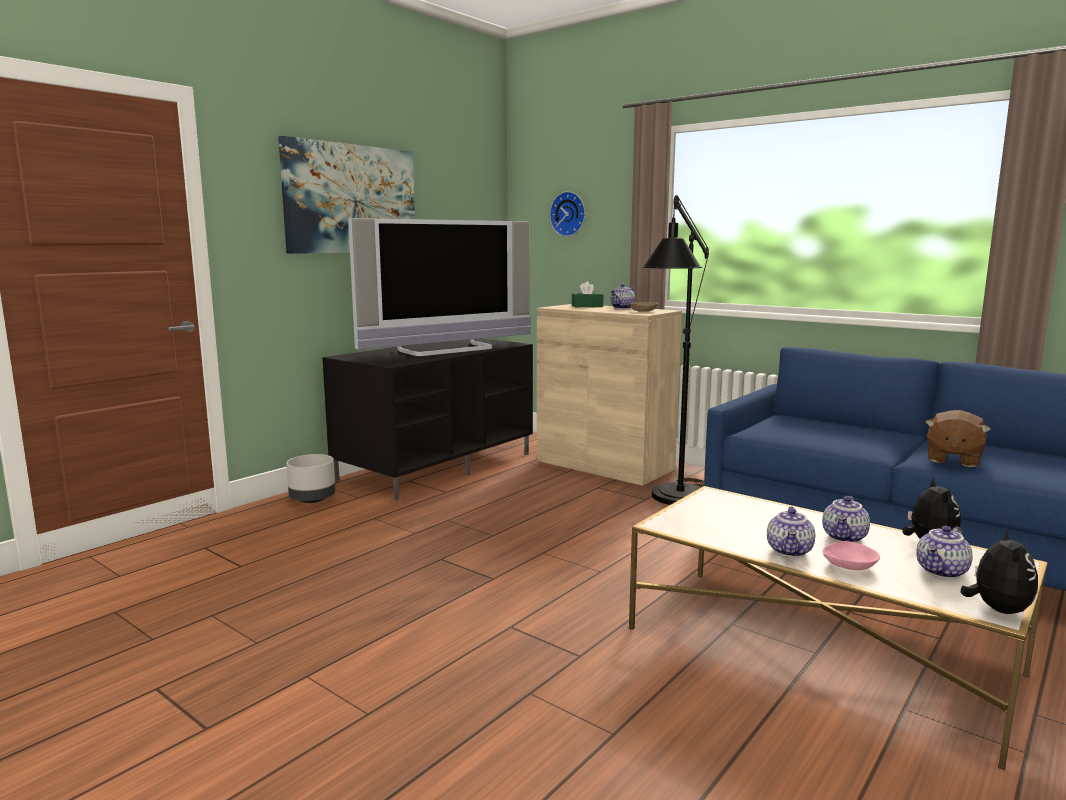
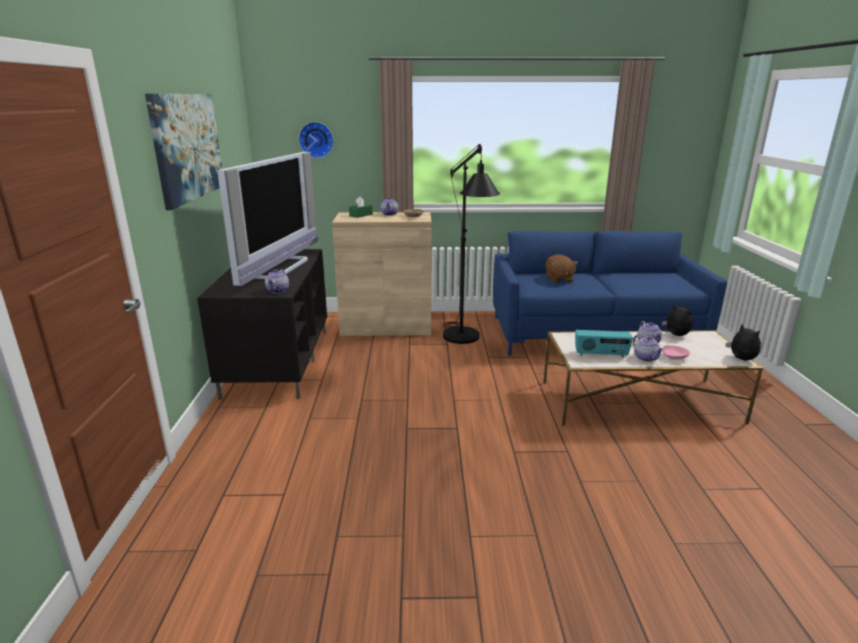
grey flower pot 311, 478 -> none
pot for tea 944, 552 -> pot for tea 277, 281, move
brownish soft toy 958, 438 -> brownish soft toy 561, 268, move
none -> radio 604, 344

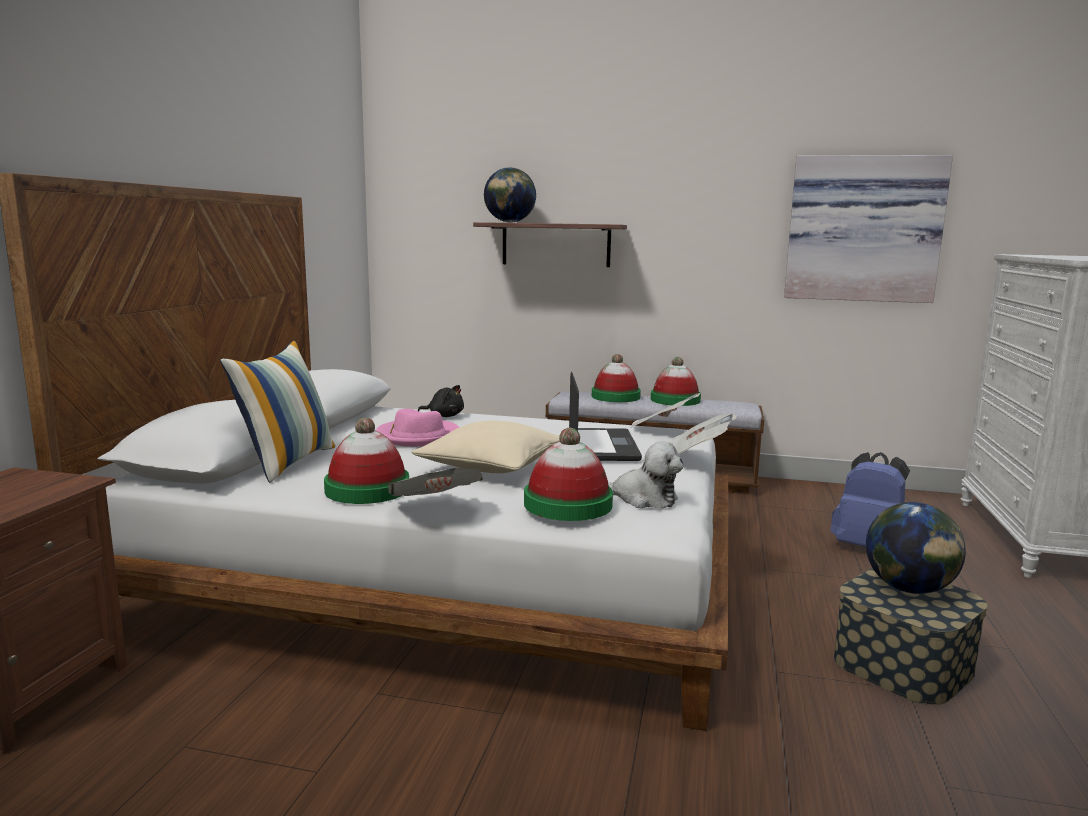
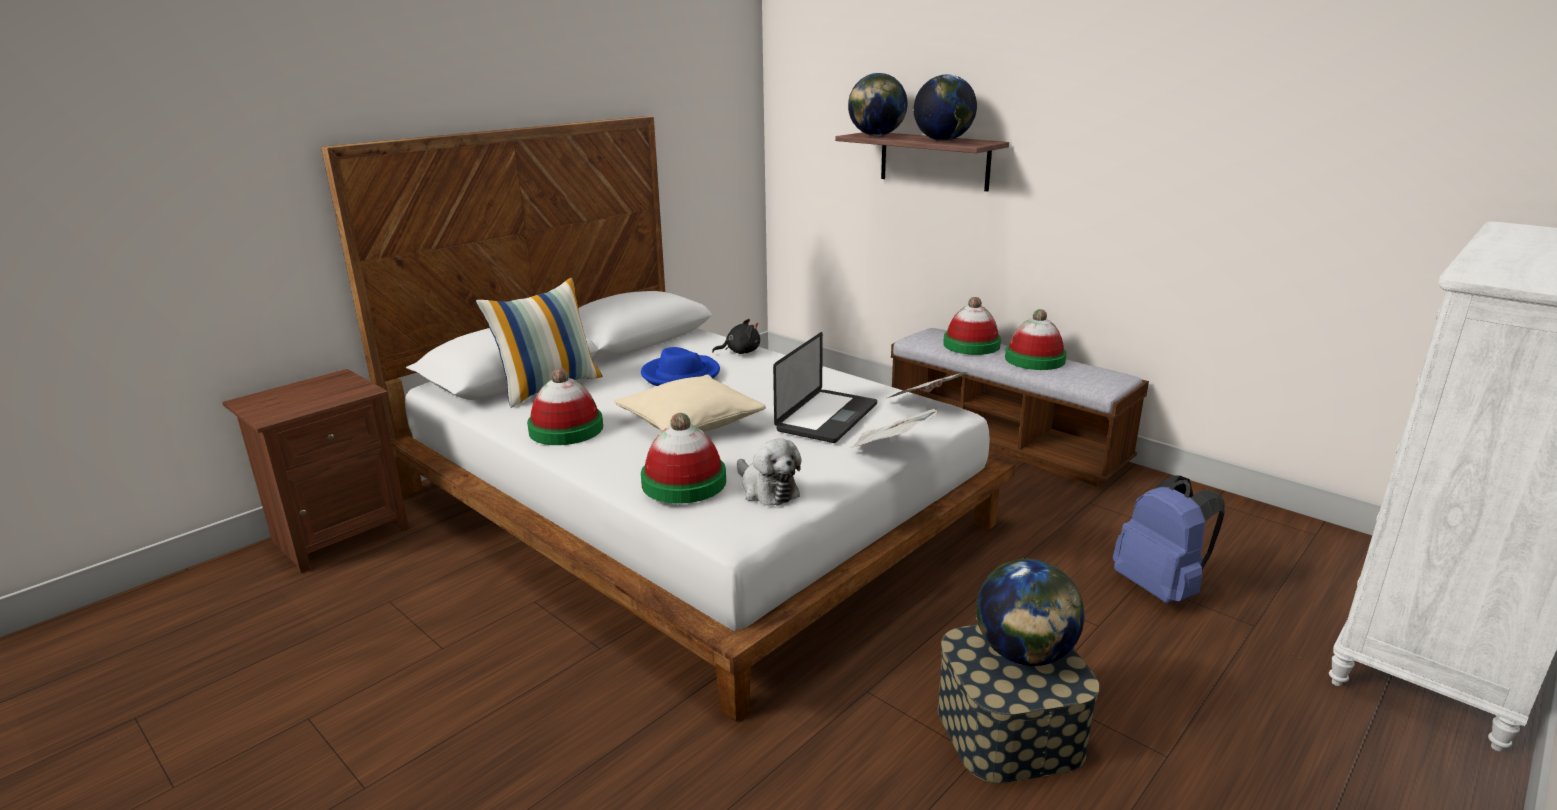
pinkish wearable hat 417, 428 -> blue wearable hat 680, 366
daily paper 435, 482 -> none
black-coloured soft toy 441, 401 -> black-coloured soft toy 736, 336, 60 degrees counterclockwise
wall picture 868, 229 -> none
none -> desk globe 945, 107

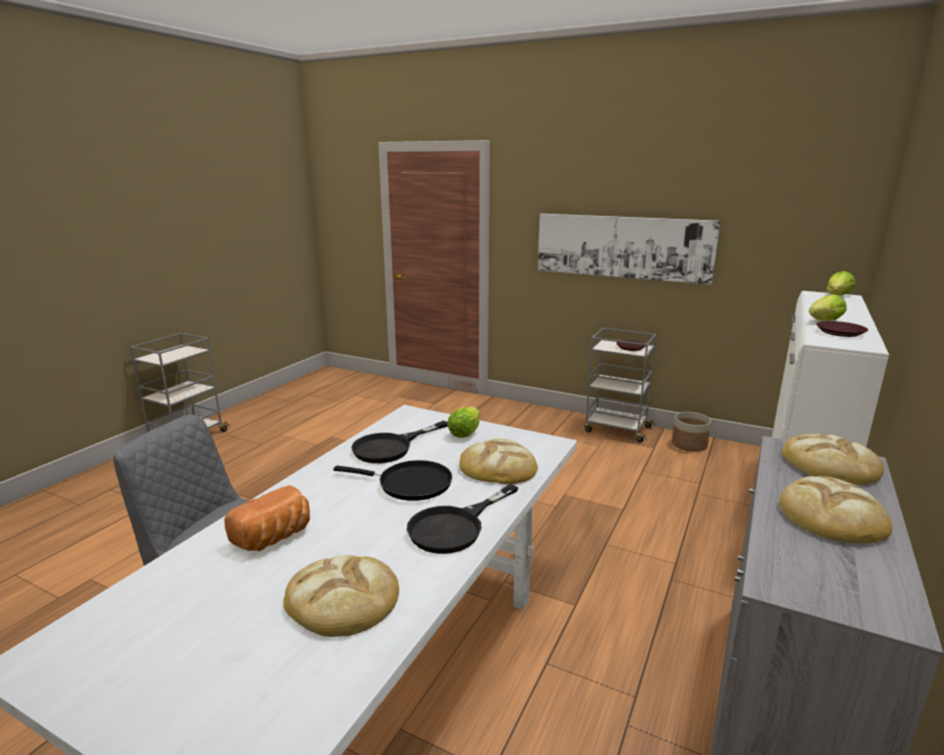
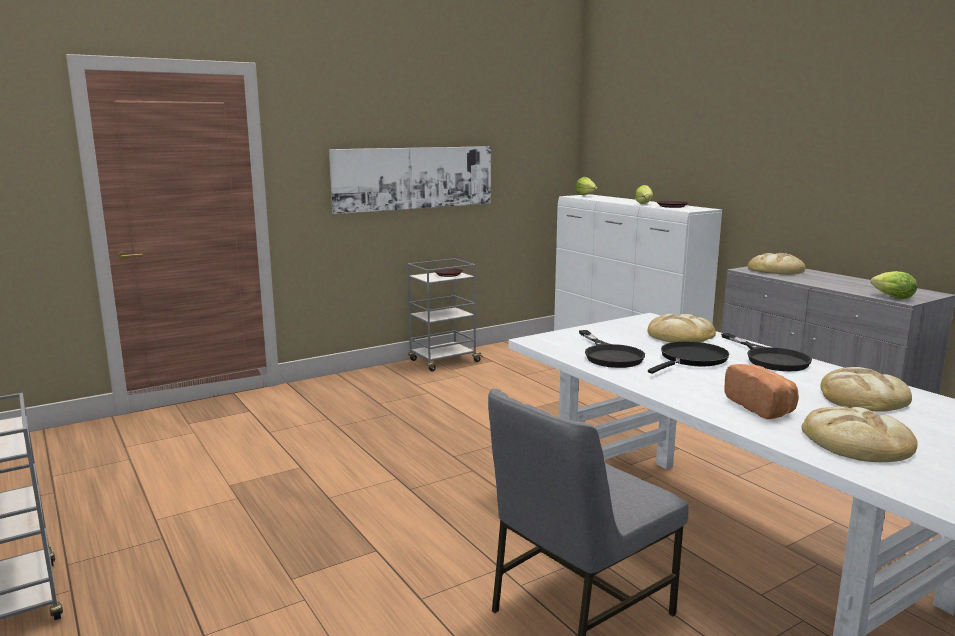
lettuce 463, 422 -> lettuce 894, 285, move
flower pot 691, 432 -> none
bakery bread 835, 510 -> bakery bread 860, 434, move

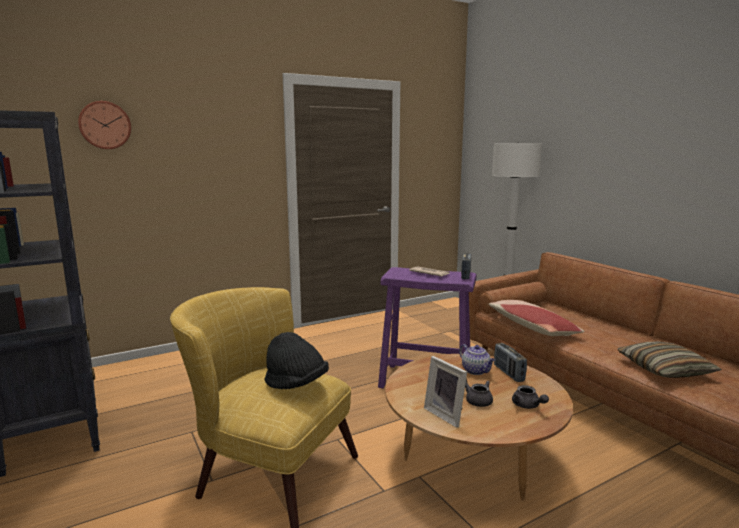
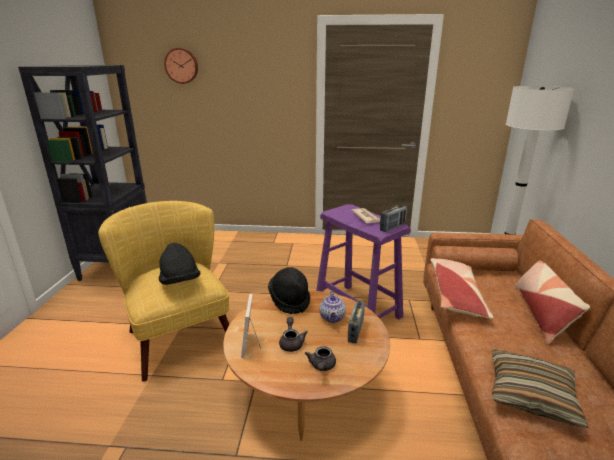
none -> black-coloured wearable hat 289, 290
none -> cushion 552, 303

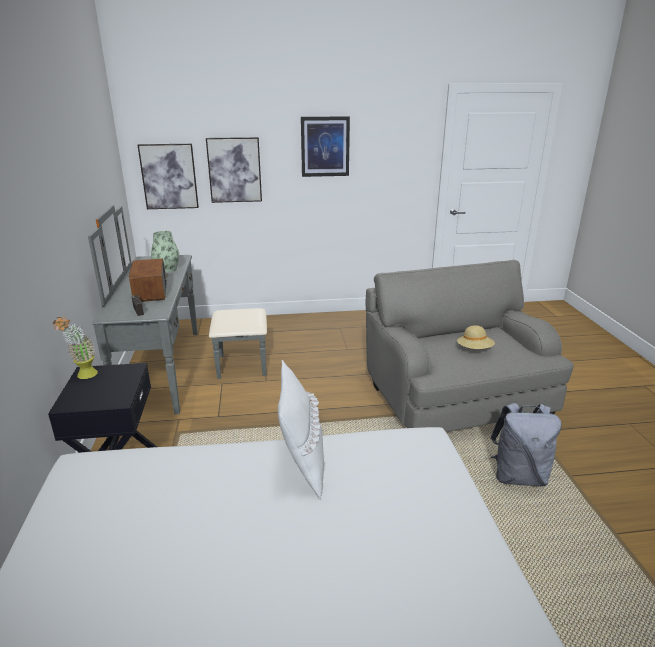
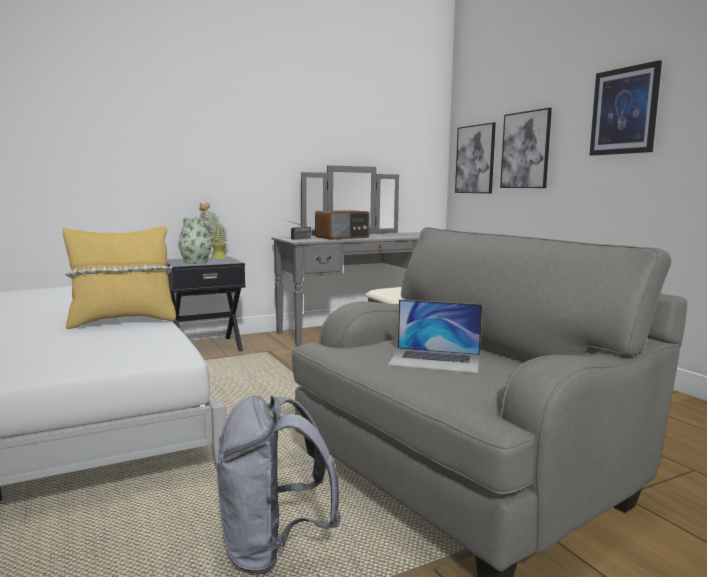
flower vase 165, 251 -> flower vase 195, 241, move
white-coloured cushion 301, 430 -> yellow-coloured cushion 119, 277
sand-coloured wearable hat 476, 337 -> laptop 435, 336

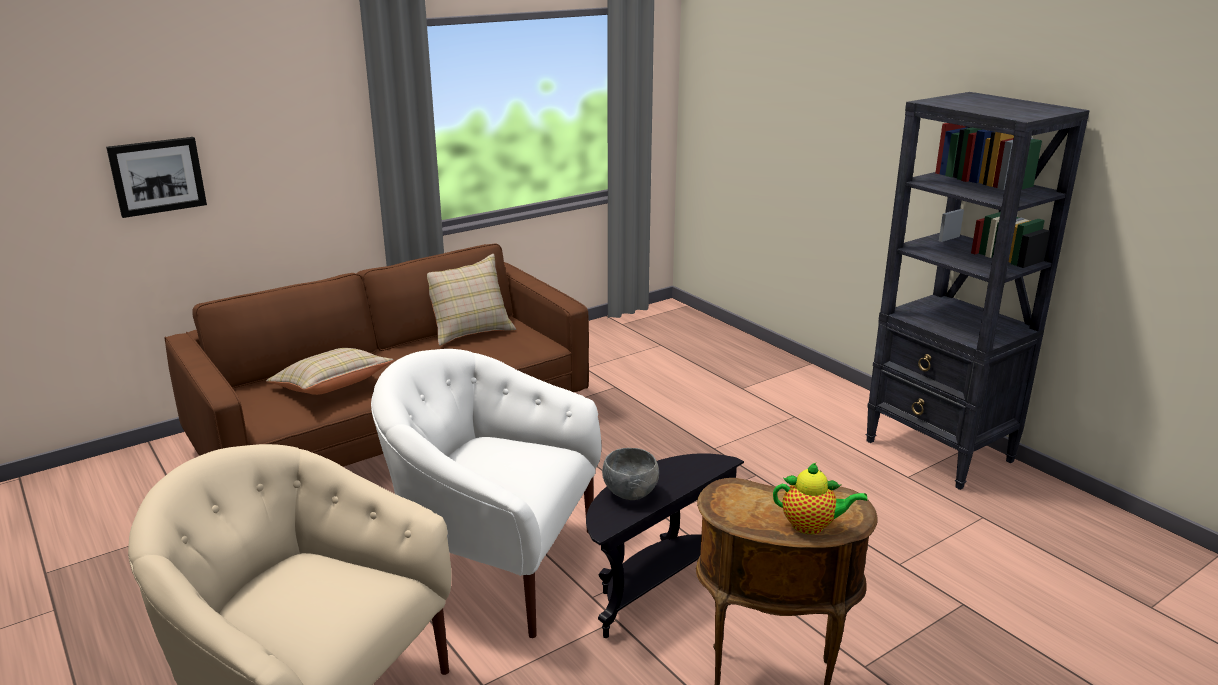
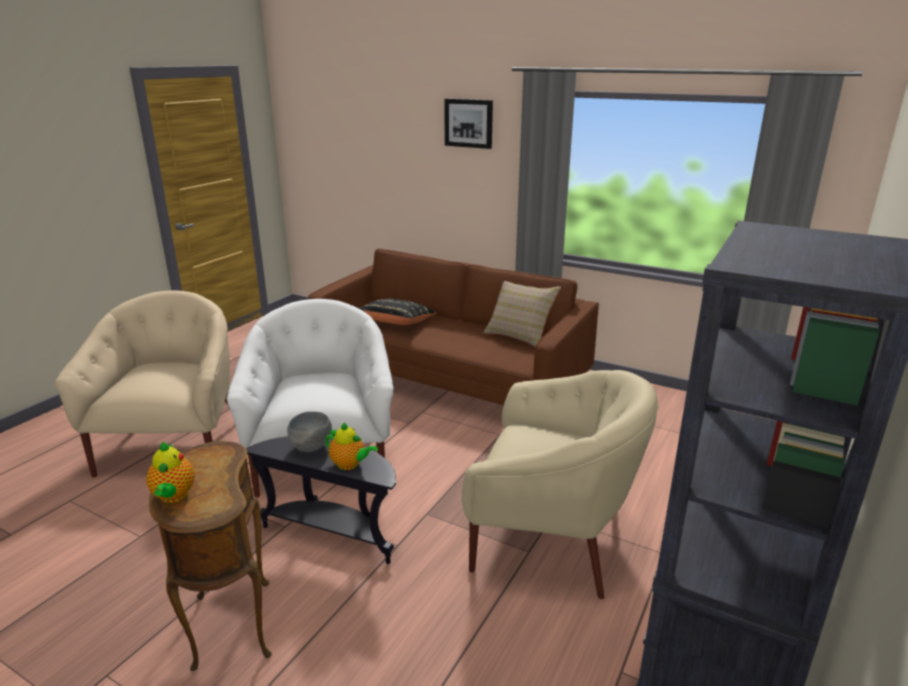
wall picture 156, 177 -> wall picture 468, 123, move
sand-coloured cushion 330, 371 -> black-coloured cushion 398, 312
none -> pot for tea 351, 446
none -> sand-coloured easy chair 560, 484

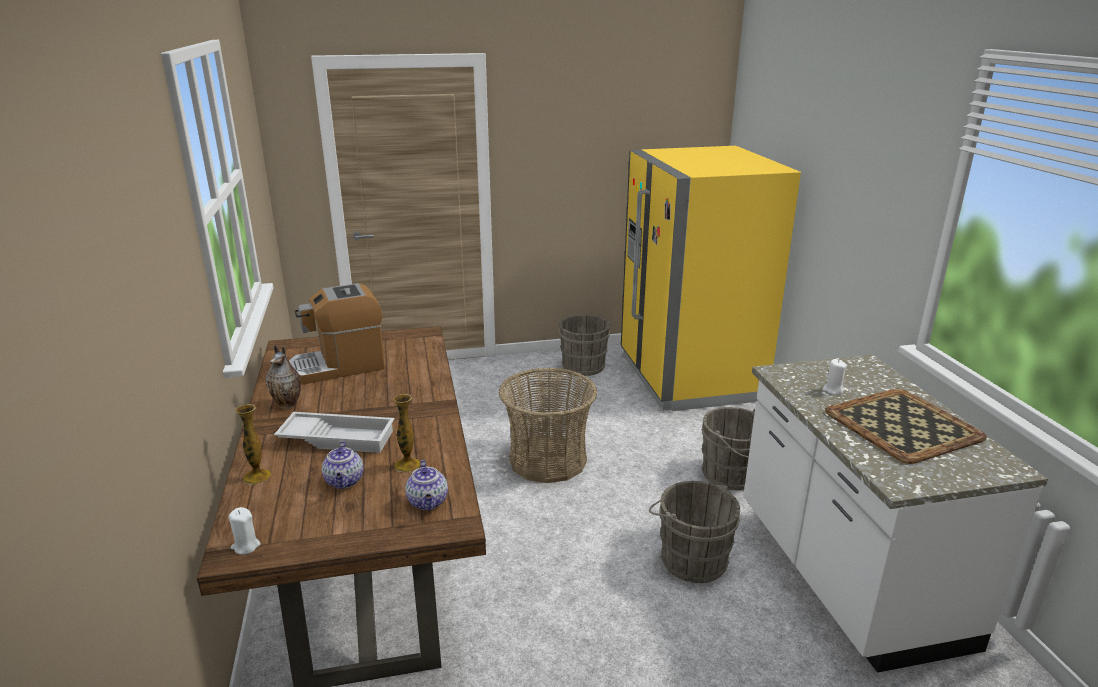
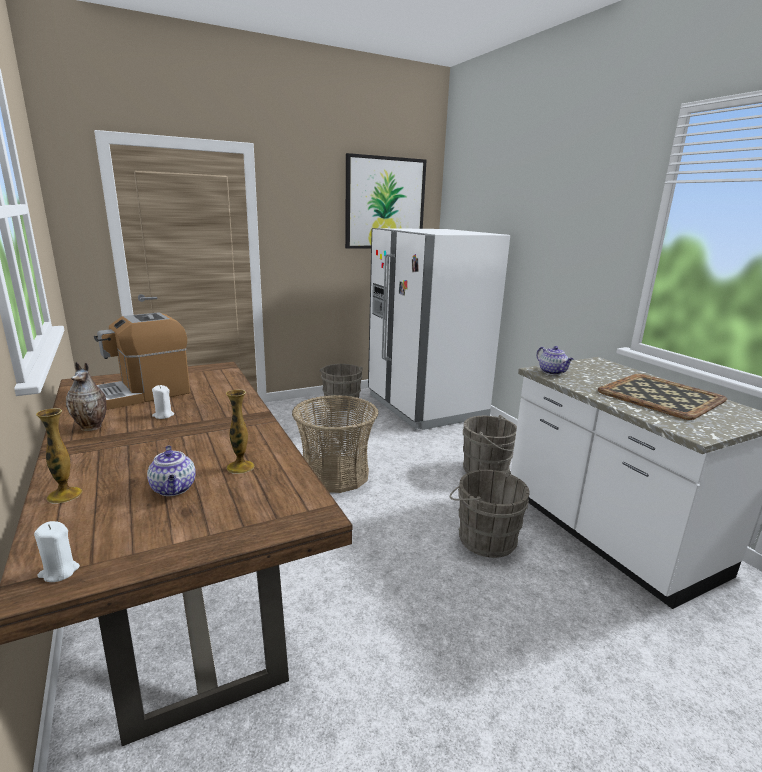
white-coloured tray 334, 432 -> none
pot for tea 426, 485 -> pot for tea 555, 360, move
yellow-coloured refrigerator 711, 278 -> white-coloured refrigerator 439, 329
white-coloured wax light 834, 377 -> white-coloured wax light 163, 402, move
none -> wall picture 385, 201

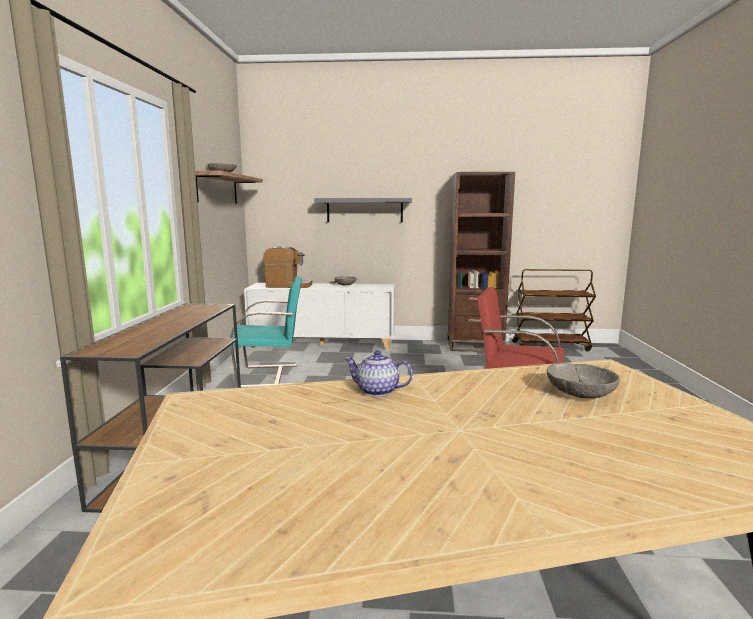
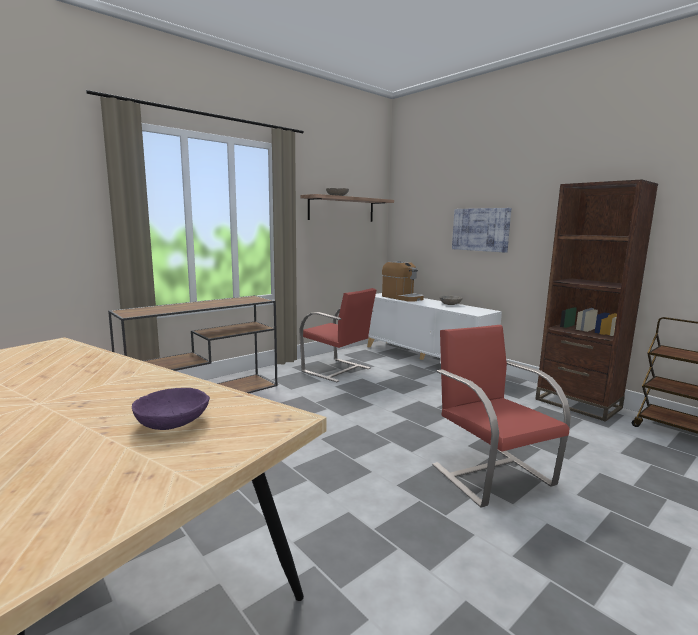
blue-green chair 266, 332 -> red-coloured chair 338, 335
grey wall shelf 363, 210 -> wall picture 481, 230
pot for tea 378, 373 -> none
grey deep dish 583, 380 -> purplish deep dish 171, 409

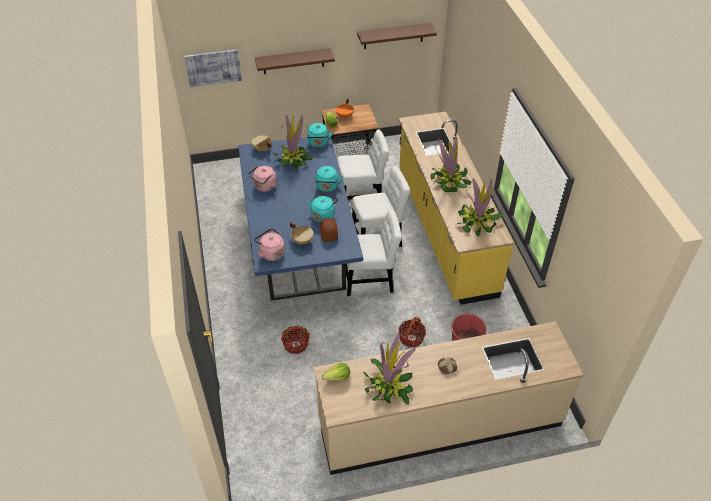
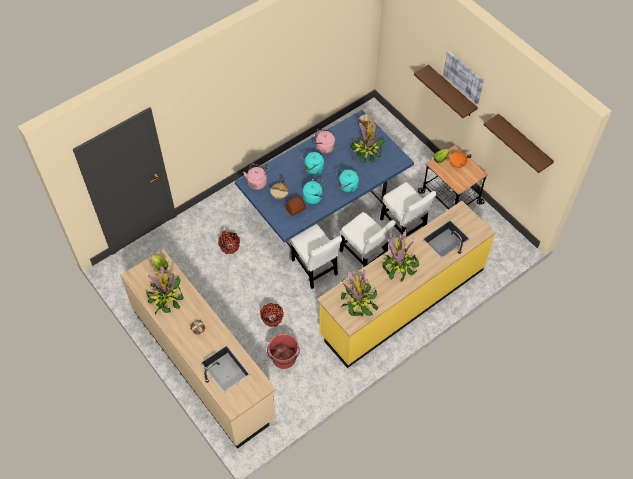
wall picture 213, 68 -> wall picture 463, 77, move
blue-green water kettle 320, 135 -> blue-green water kettle 312, 163, move

